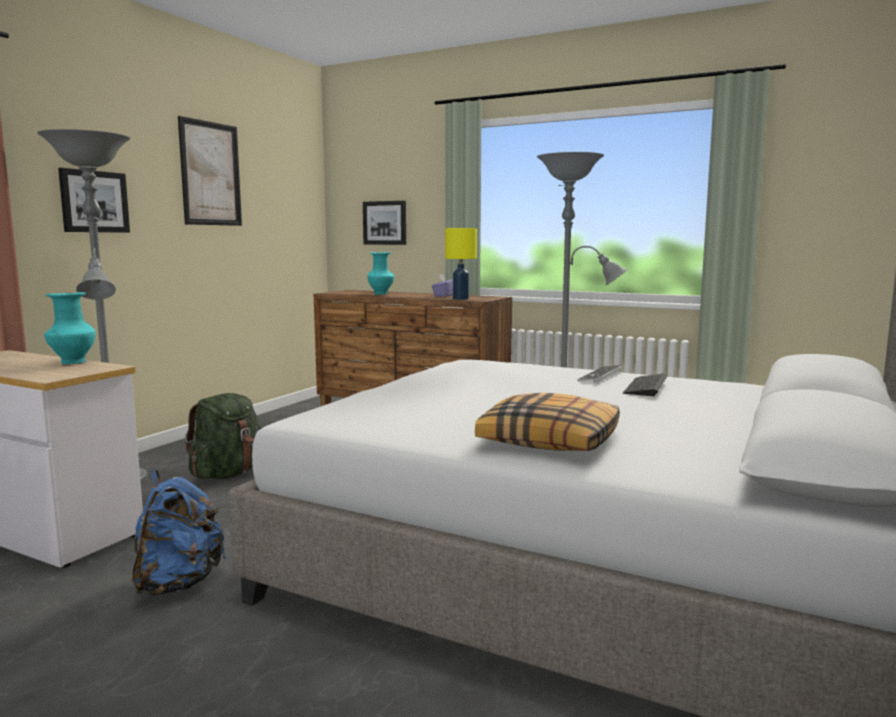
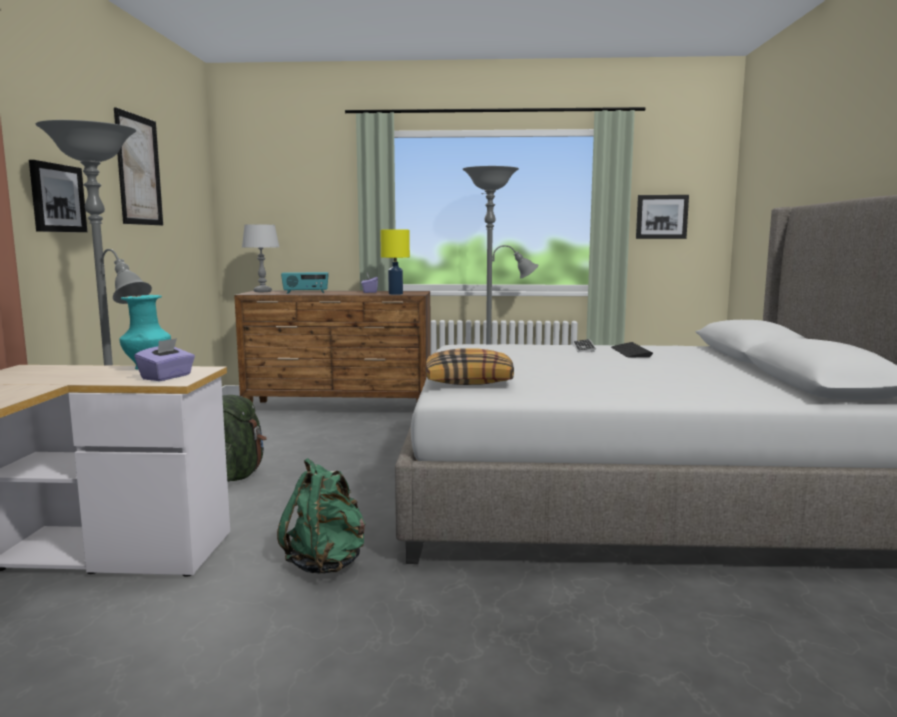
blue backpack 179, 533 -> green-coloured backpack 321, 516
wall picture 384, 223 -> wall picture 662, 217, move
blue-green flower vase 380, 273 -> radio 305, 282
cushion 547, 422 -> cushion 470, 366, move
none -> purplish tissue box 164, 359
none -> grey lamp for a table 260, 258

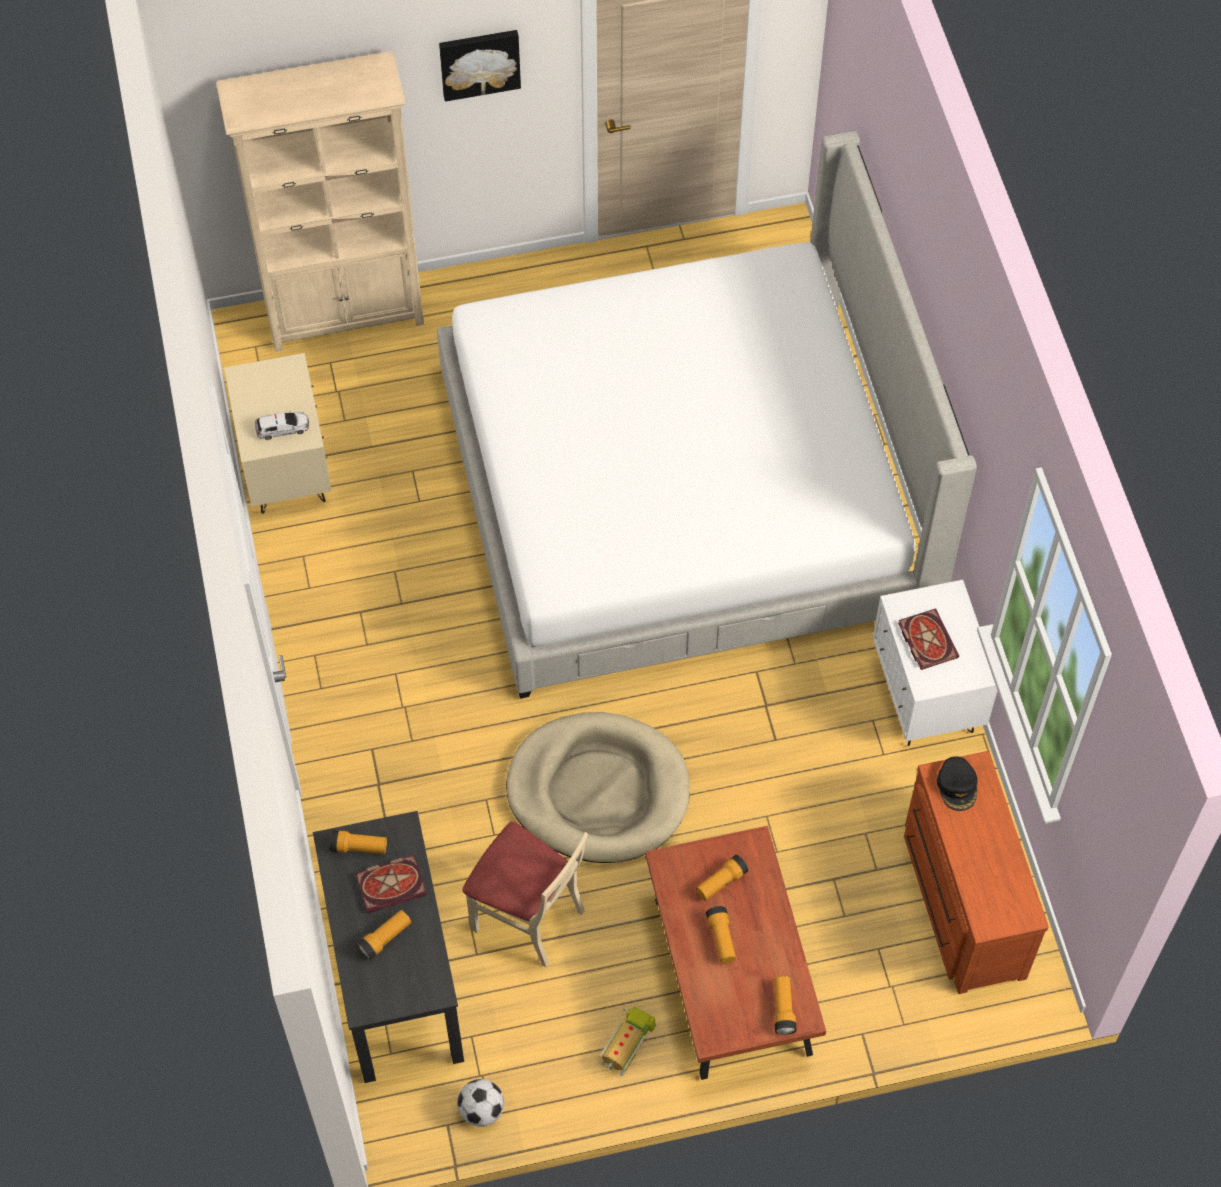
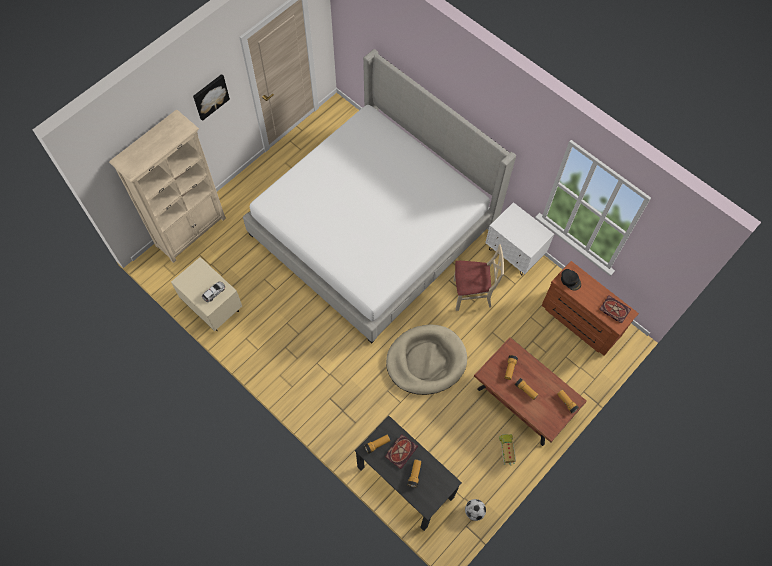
sand-coloured chair 525, 894 -> sand-coloured chair 478, 277, move
volume 928, 639 -> volume 615, 309, move

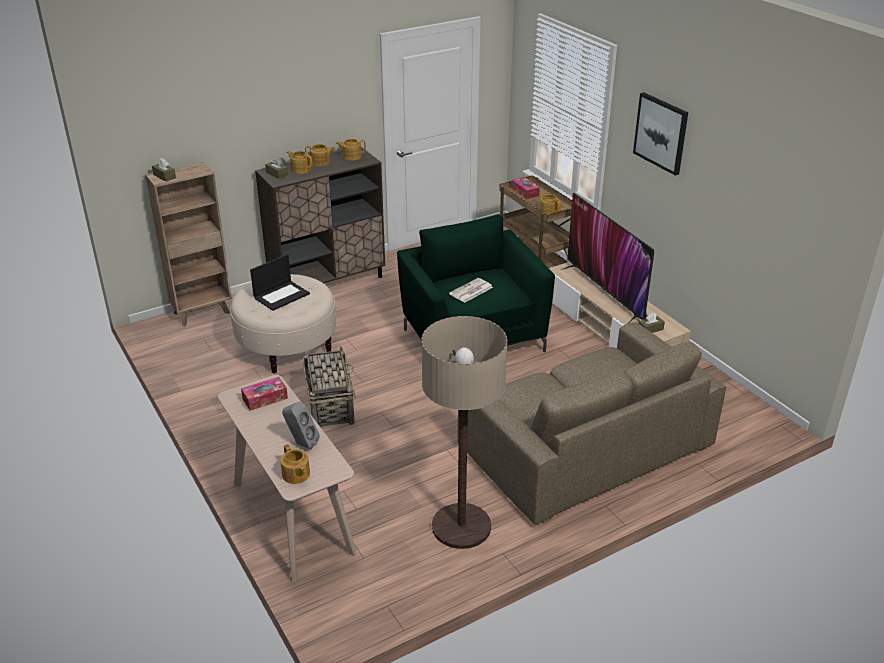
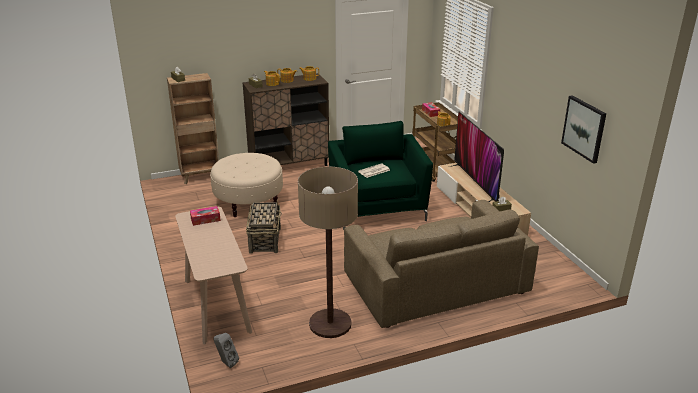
laptop 280, 282 -> none
pot for tea 295, 464 -> none
grey loudspeaker 301, 426 -> grey loudspeaker 226, 350, move
wall picture 660, 134 -> wall picture 583, 129, move

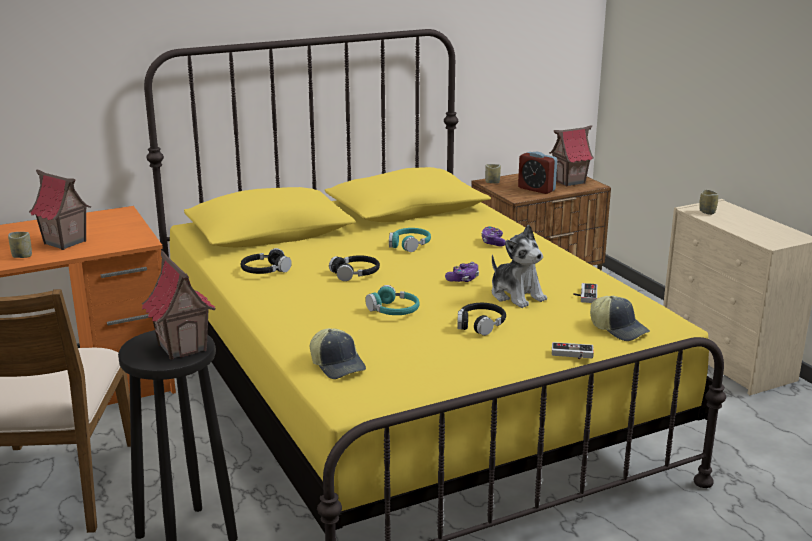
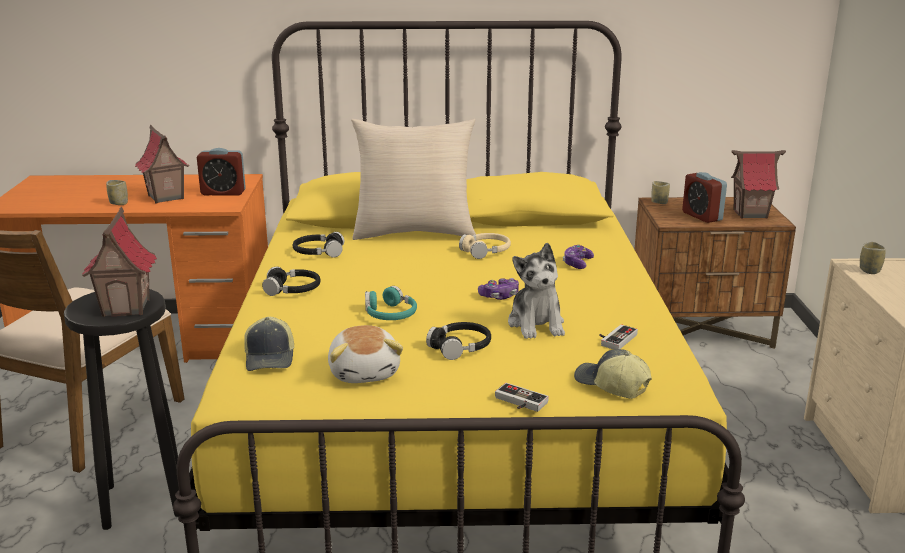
black-coloured headset 354, 268 -> black-coloured headset 291, 281, move
blue-green headset 410, 240 -> sand-coloured headset 485, 246
baseball cap 620, 318 -> baseball cap 613, 374, 150 degrees clockwise
none -> bedside clock 221, 172
none -> soft toy 365, 354
none -> sand-coloured cushion 413, 179

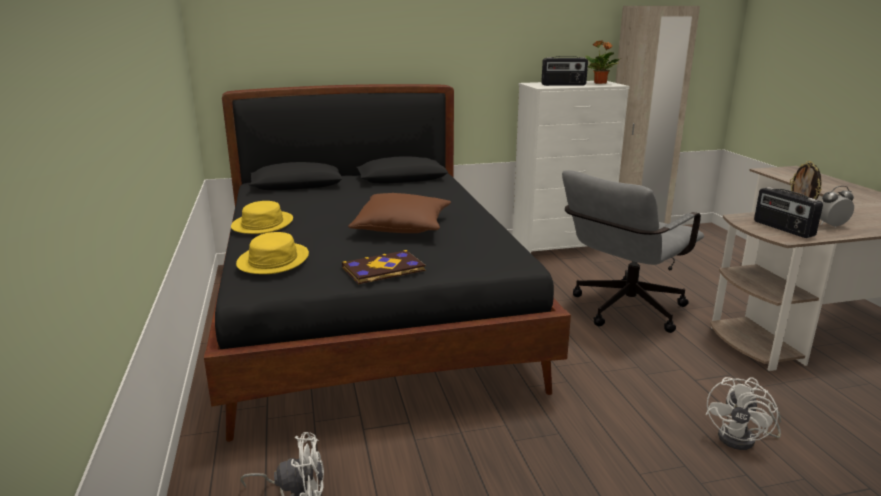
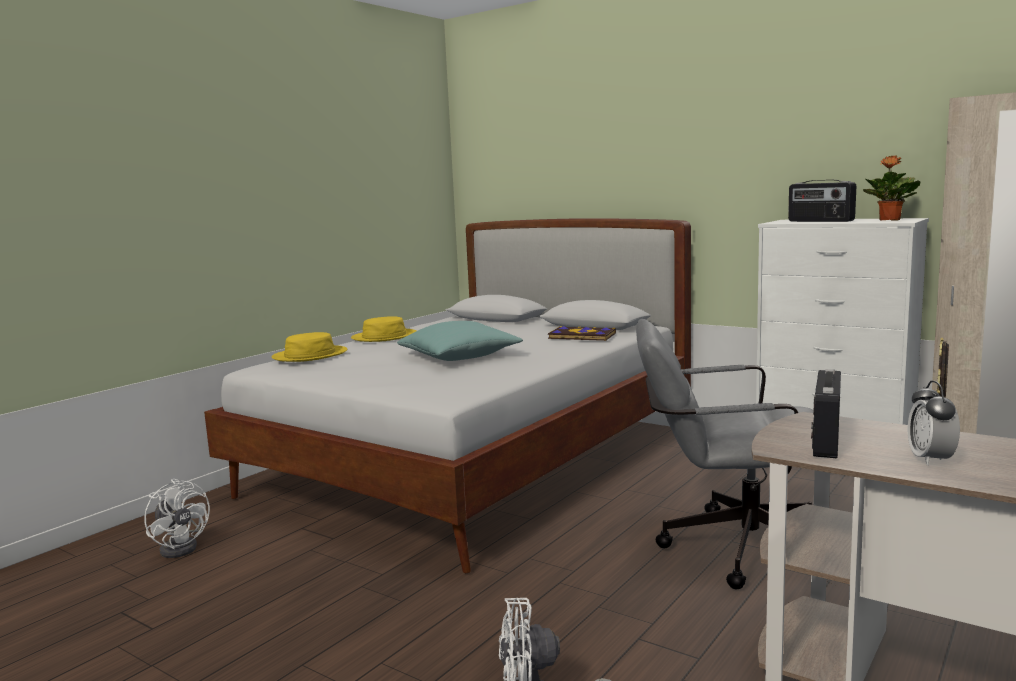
black-coloured bedroom bed 387, 263 -> white-coloured bedroom bed 447, 395
volume 384, 267 -> volume 582, 333, move
brownish cushion 399, 213 -> blue-green cushion 460, 341
bedside clock 837, 207 -> bedside clock 934, 423, 120 degrees counterclockwise

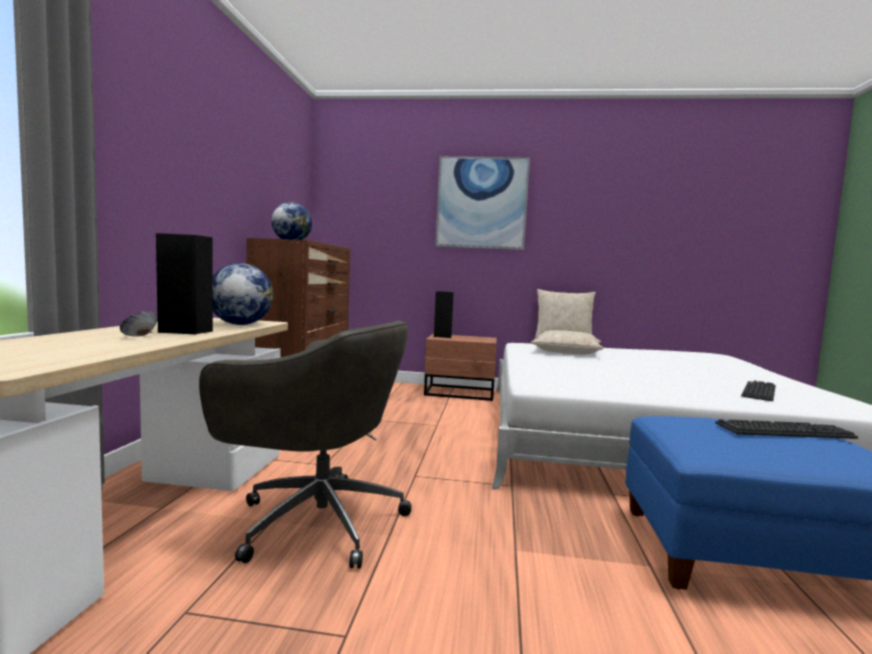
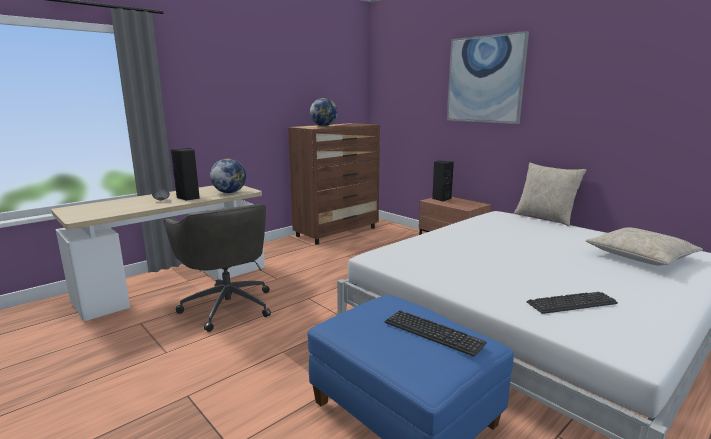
sand-coloured cushion 567, 342 -> sand-coloured cushion 644, 246, move

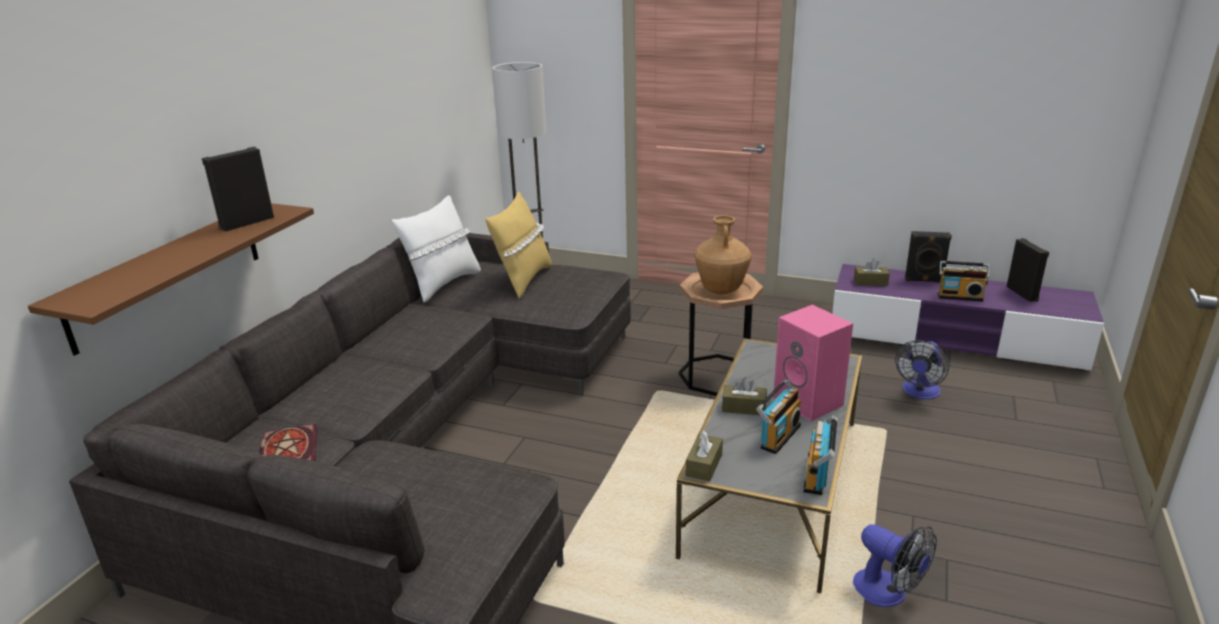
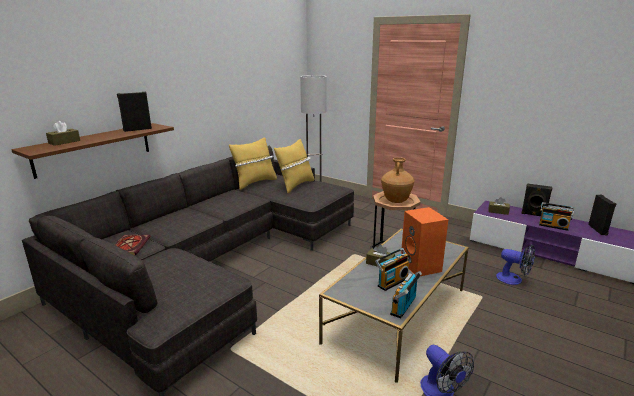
white-coloured cushion 436, 249 -> yellow-coloured cushion 253, 163
brownish tissue box 704, 456 -> brownish tissue box 63, 133, move
pinkish loudspeaker 813, 363 -> orangey loudspeaker 424, 241
electric fan 922, 369 -> electric fan 515, 265, 105 degrees counterclockwise

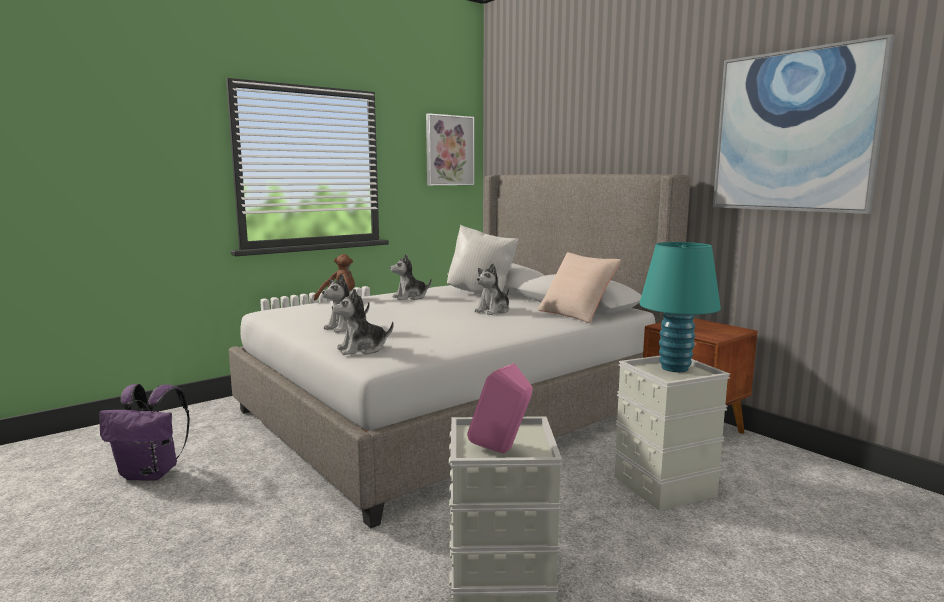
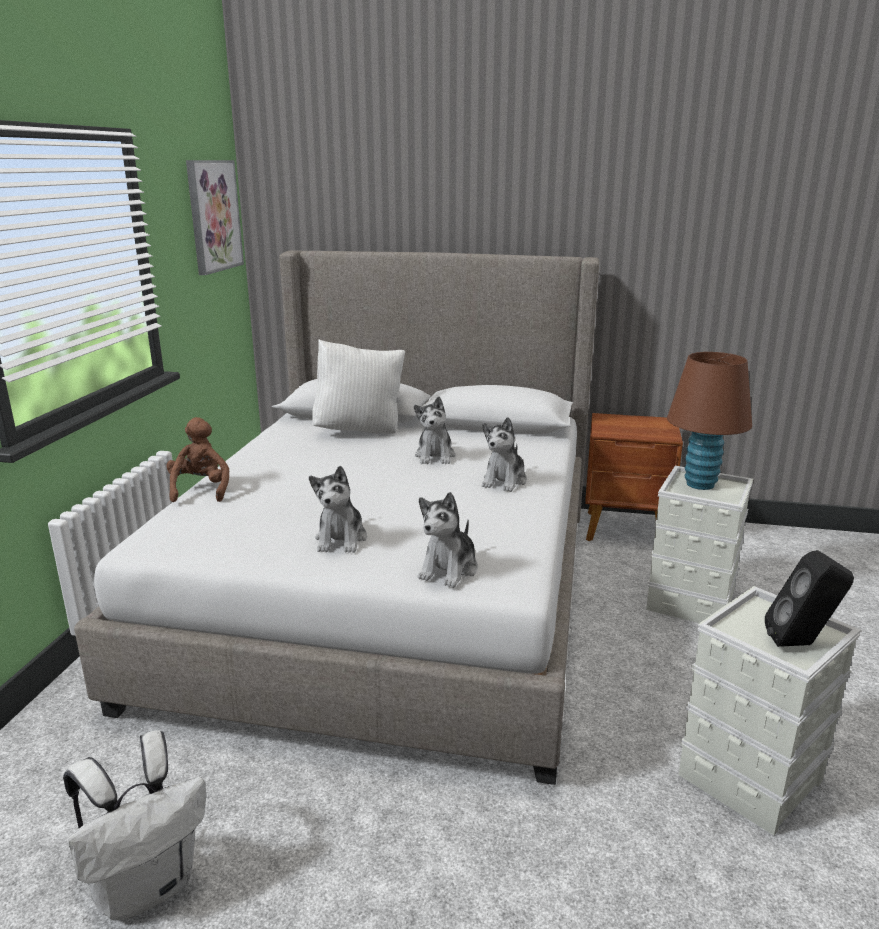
purplish backpack 144, 432 -> white-coloured backpack 134, 825
soft toy 411, 277 -> soft toy 504, 454, move
pinkish loudspeaker 500, 408 -> black-coloured loudspeaker 809, 598
sand-coloured cushion 579, 287 -> none
blue-green lamp for a table 680, 307 -> brownish lamp for a table 709, 421
wall picture 804, 124 -> none

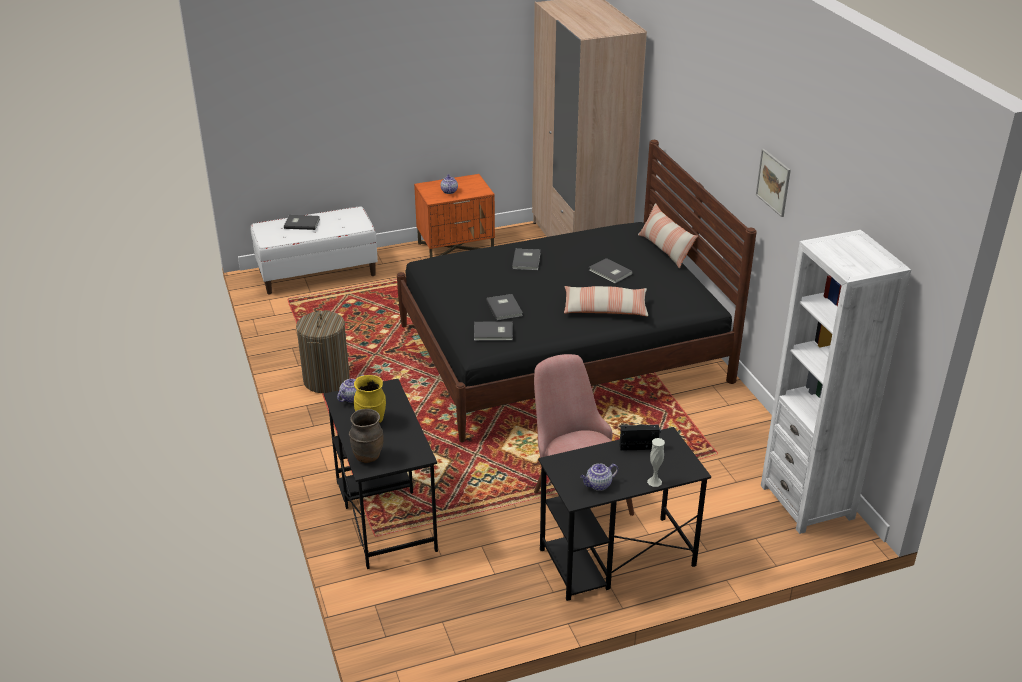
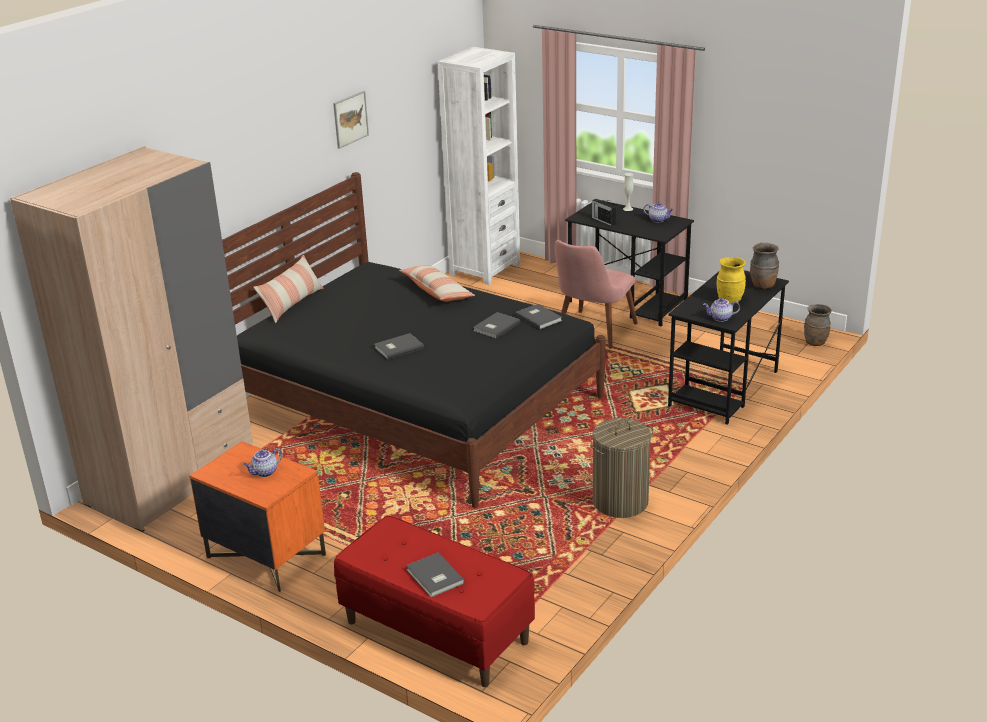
white-coloured long seat 314, 250 -> red-coloured long seat 434, 601
grey volume 611, 271 -> none
none -> brownish flower vase 818, 325

